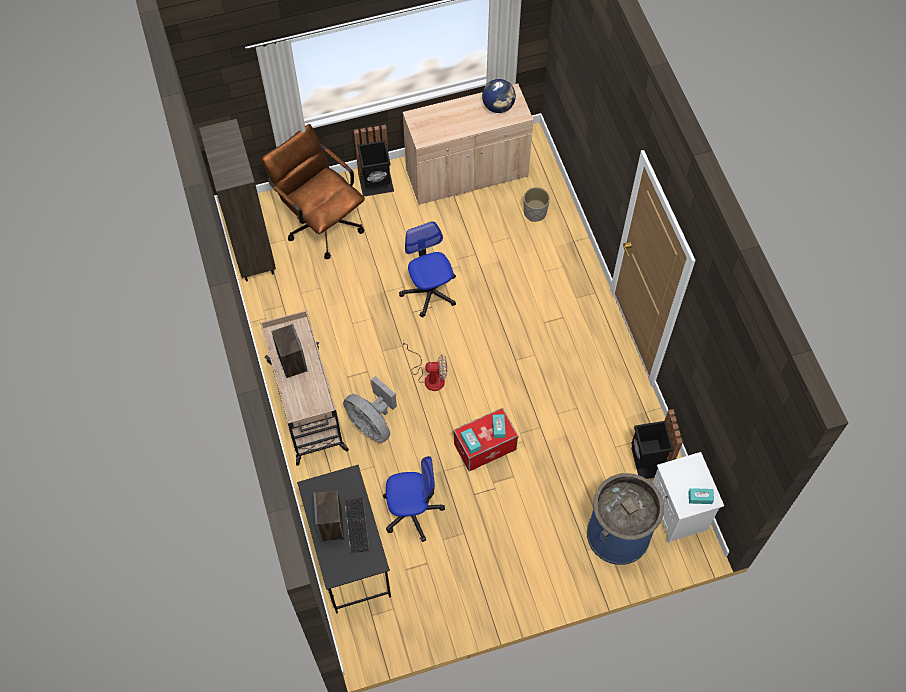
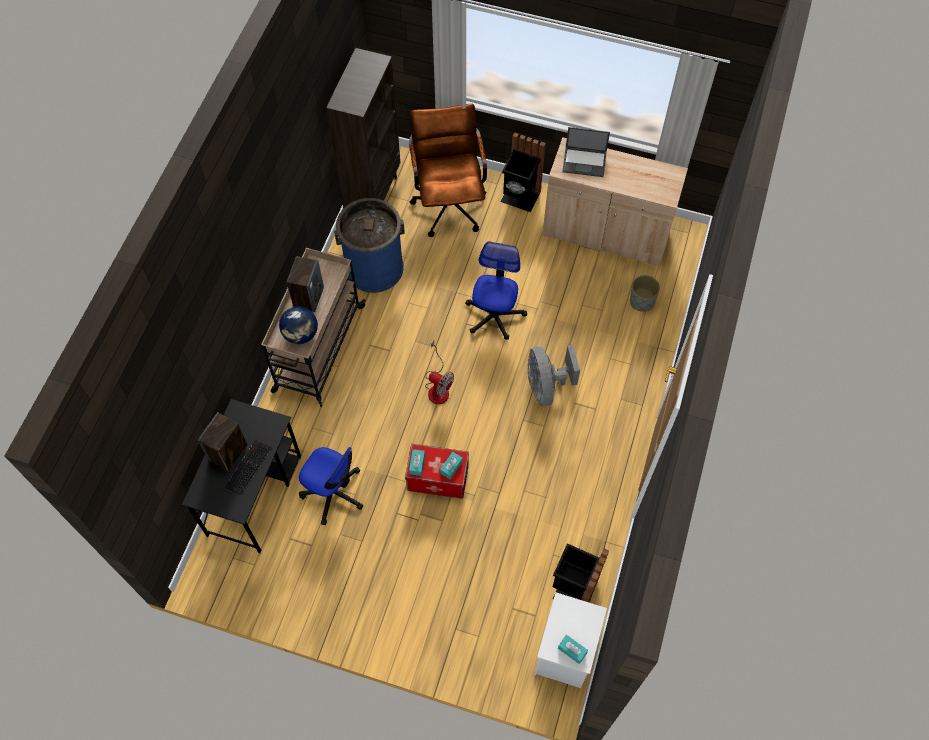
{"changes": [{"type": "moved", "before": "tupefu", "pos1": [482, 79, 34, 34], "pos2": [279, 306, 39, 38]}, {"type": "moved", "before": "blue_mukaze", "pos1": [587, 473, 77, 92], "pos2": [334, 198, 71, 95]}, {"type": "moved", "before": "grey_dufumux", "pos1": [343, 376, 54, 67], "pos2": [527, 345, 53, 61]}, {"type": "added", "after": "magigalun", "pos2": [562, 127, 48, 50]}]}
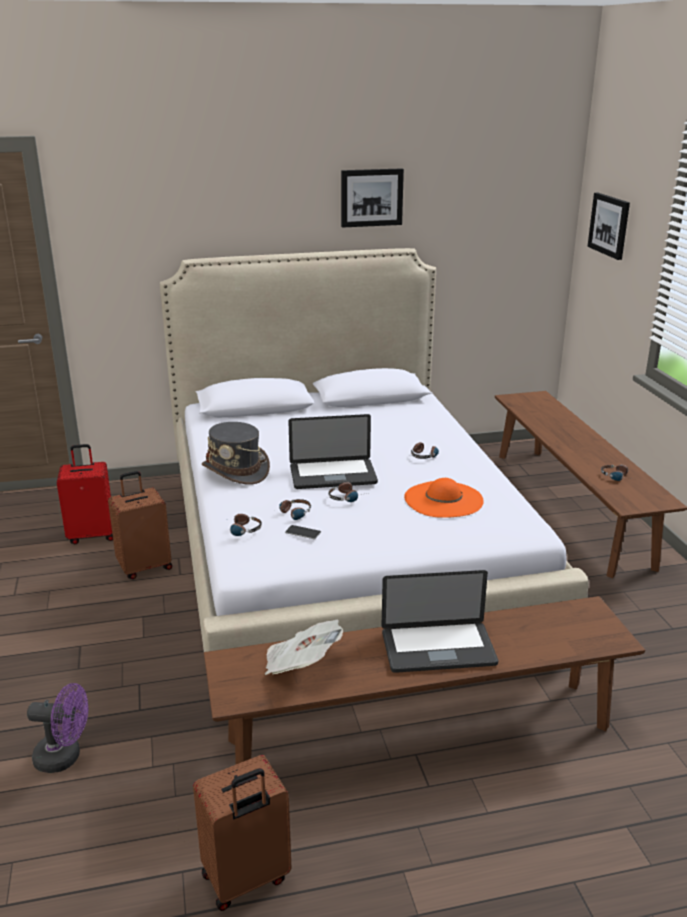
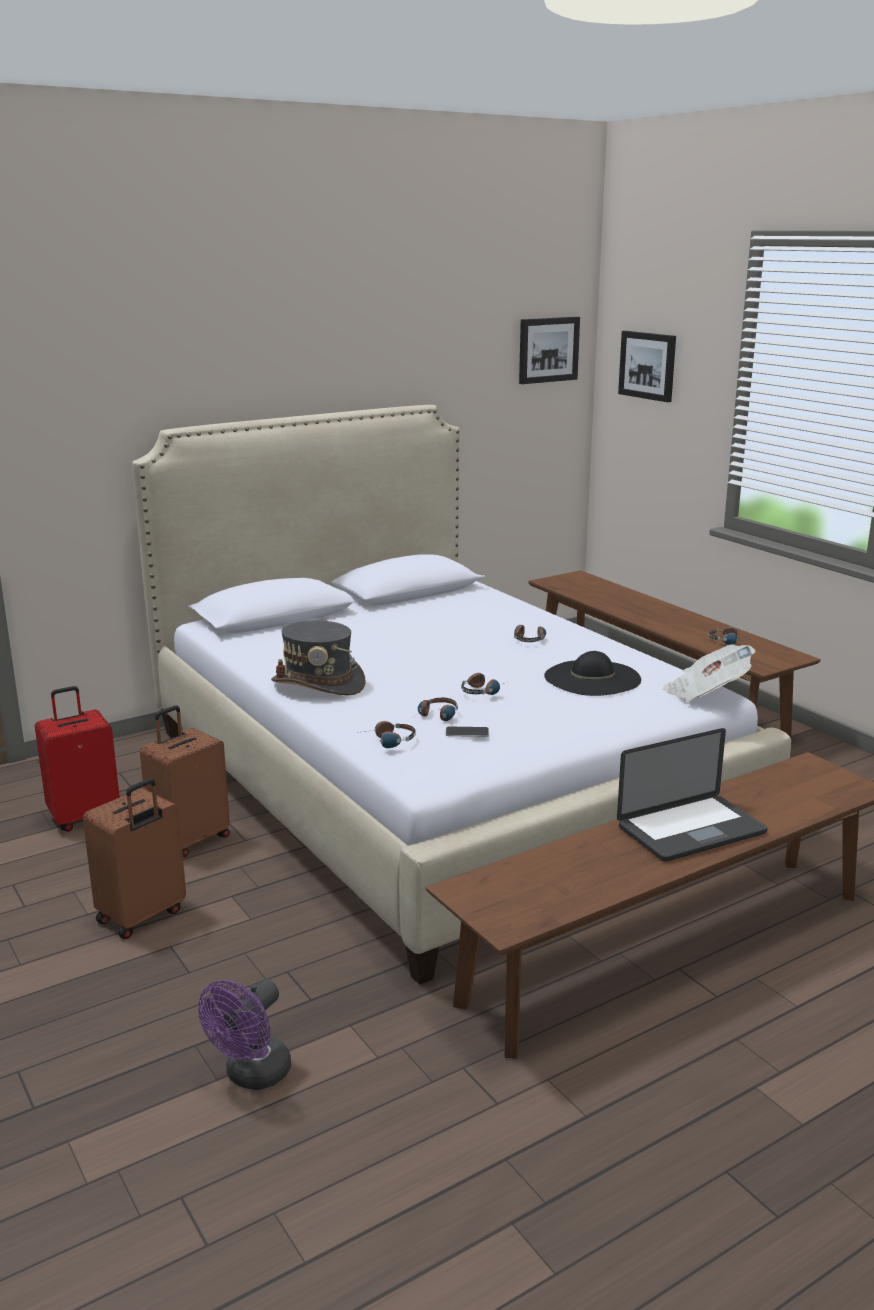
{"changes": [{"type": "moved", "before": "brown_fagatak", "pos1": [193, 755, 98, 156], "pos2": [83, 779, 103, 160]}, {"type": "turned", "before": "purple_dufumux", "pos1": [27, 683, 61, 90], "pos2": [198, 979, 93, 111], "turn": 135}, {"type": "moved", "before": "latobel", "pos1": [341, 168, 63, 60], "pos2": [519, 317, 61, 67]}, {"type": "recoloured", "before": "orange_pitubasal", "after": "black_pitubasal", "pos1": [404, 478, 80, 40], "pos2": [544, 651, 97, 45]}, {"type": "moved", "before": "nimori", "pos1": [265, 620, 78, 55], "pos2": [663, 644, 93, 57]}, {"type": "removed", "before": "magigalun", "pos1": [288, 414, 90, 75]}]}
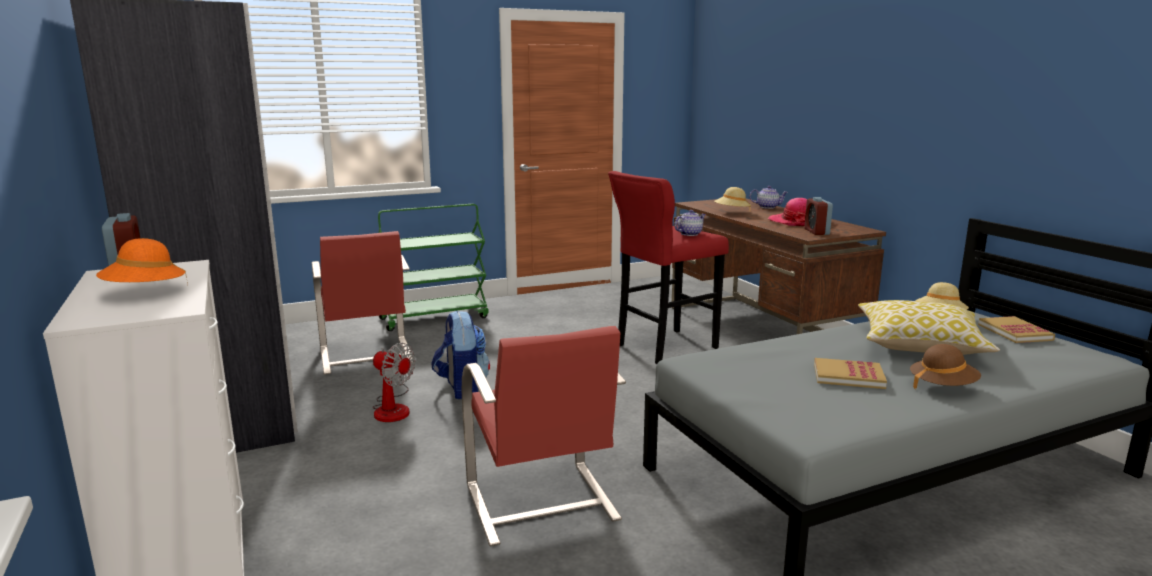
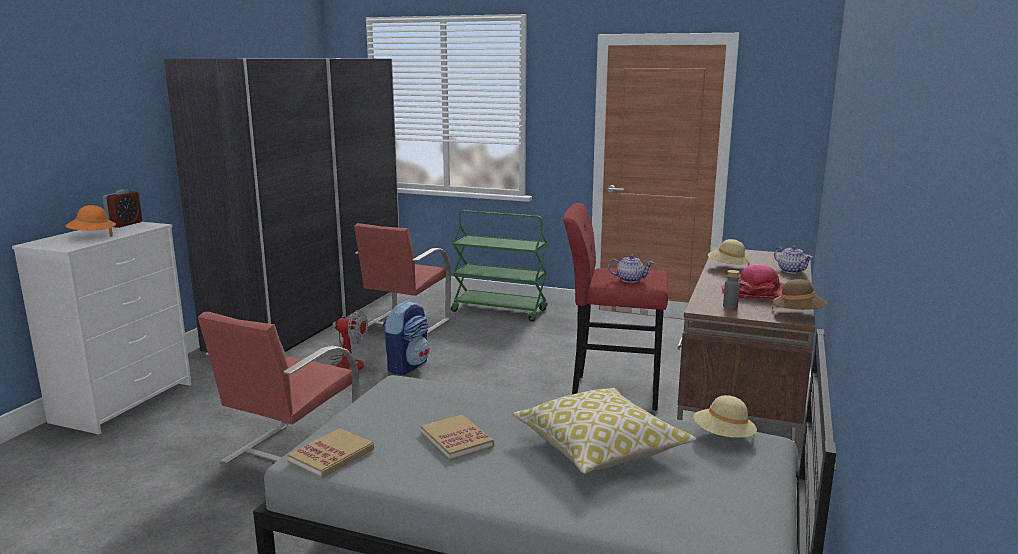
{"changes": [{"type": "moved", "before": "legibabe", "pos1": [978, 316, 77, 27], "pos2": [287, 428, 87, 50]}, {"type": "turned", "before": "dufumux", "pos1": [372, 343, 44, 79], "pos2": [330, 310, 38, 60], "turn": -60}, {"type": "replaced", "before": "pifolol", "after": "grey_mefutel", "pos1": [804, 197, 29, 38], "pos2": [723, 270, 17, 39]}, {"type": "moved", "before": "brown_pitubasal", "pos1": [910, 344, 71, 45], "pos2": [772, 279, 55, 31]}]}
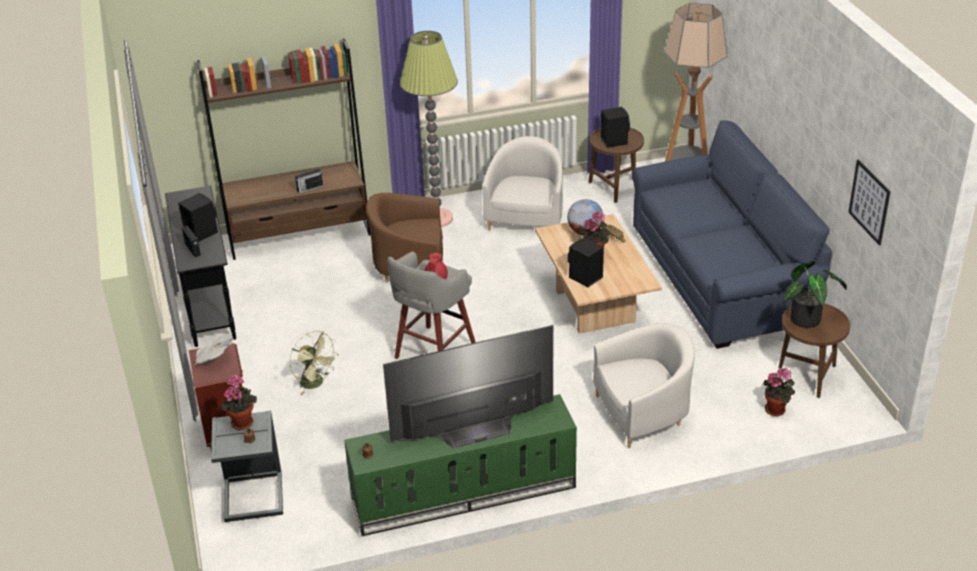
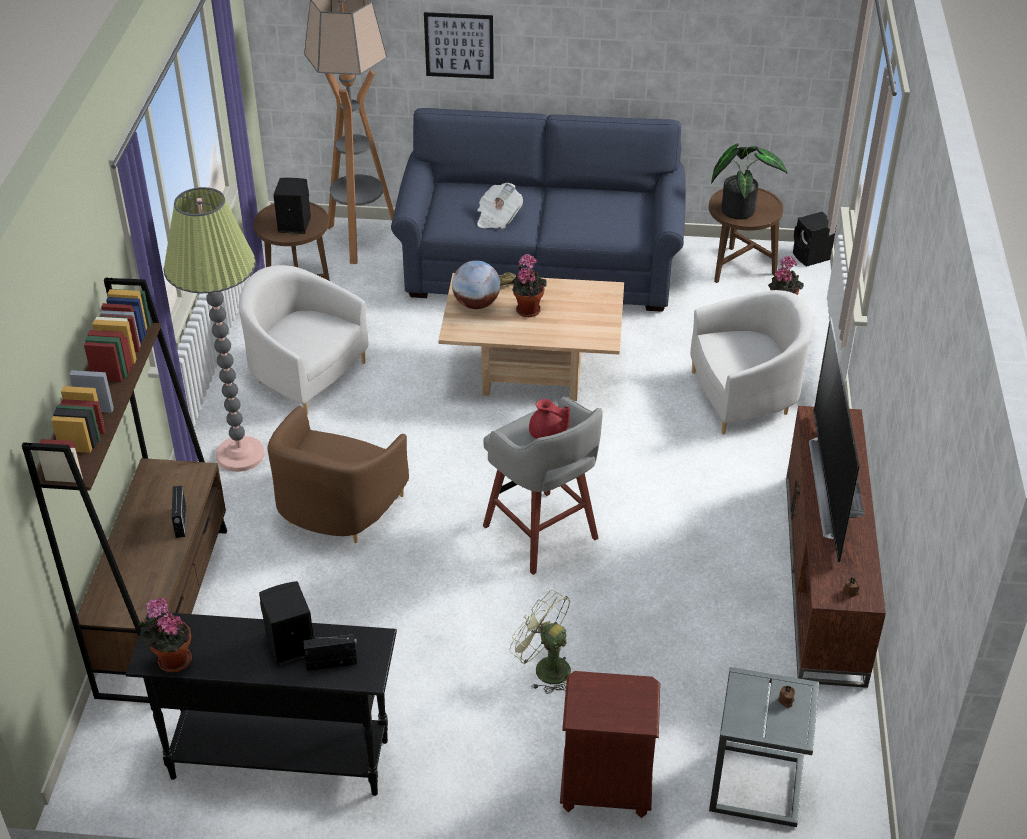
{"changes": [{"type": "moved", "before": "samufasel", "pos1": [220, 375, 37, 55], "pos2": [138, 598, 54, 75]}, {"type": "moved", "before": "latobel", "pos1": [848, 160, 43, 85], "pos2": [424, 12, 70, 67]}, {"type": "moved", "before": "nimori", "pos1": [195, 333, 38, 32], "pos2": [477, 183, 46, 46]}, {"type": "turned", "before": "green_dufumux", "pos1": [289, 331, 50, 64], "pos2": [509, 590, 62, 104], "turn": -120}, {"type": "turned", "before": "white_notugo", "pos1": [593, 323, 102, 125], "pos2": [690, 290, 123, 144], "turn": 75}, {"type": "recoloured", "before": "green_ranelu", "after": "brown_ranelu", "pos1": [344, 394, 233, 142], "pos2": [786, 406, 100, 282]}, {"type": "moved", "before": "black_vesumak", "pos1": [568, 237, 36, 50], "pos2": [793, 212, 43, 54]}]}
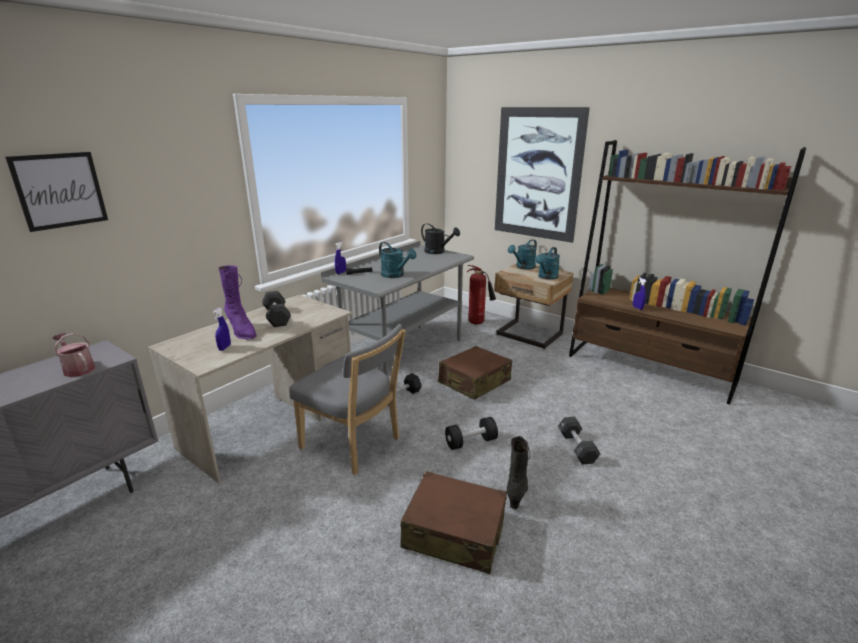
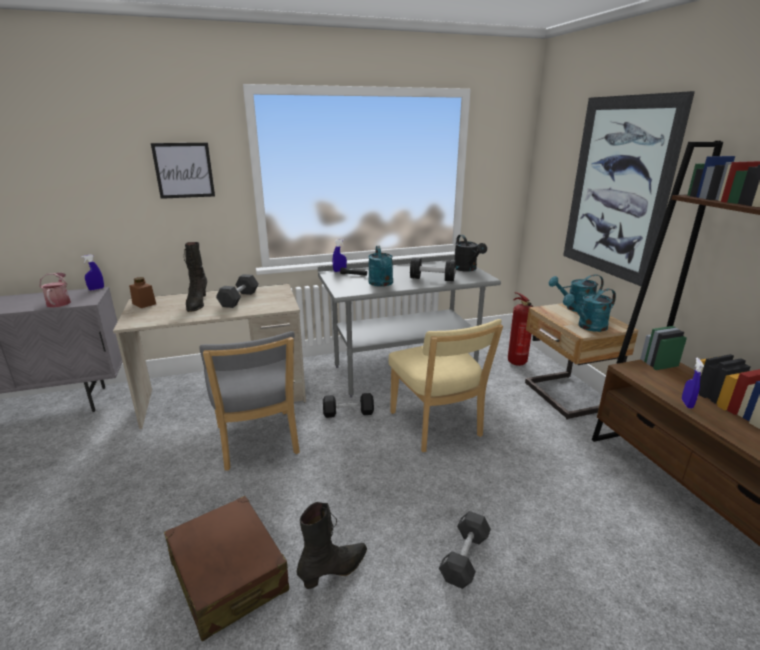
{"changes": [{"type": "moved", "before": "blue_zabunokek", "pos1": [213, 308, 18, 43], "pos2": [81, 255, 23, 35]}, {"type": "added", "after": "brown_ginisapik", "pos2": [129, 277, 27, 31]}, {"type": "moved", "before": "latobel", "pos1": [5, 152, 103, 80], "pos2": [151, 143, 64, 56]}, {"type": "recoloured", "before": "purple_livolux", "after": "black_livolux", "pos1": [218, 265, 39, 74], "pos2": [184, 242, 23, 70]}, {"type": "replaced", "before": "brown_fagatak", "after": "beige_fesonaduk", "pos1": [438, 346, 74, 54], "pos2": [389, 319, 114, 133]}, {"type": "moved", "before": "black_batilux", "pos1": [445, 417, 53, 33], "pos2": [410, 258, 46, 23]}]}
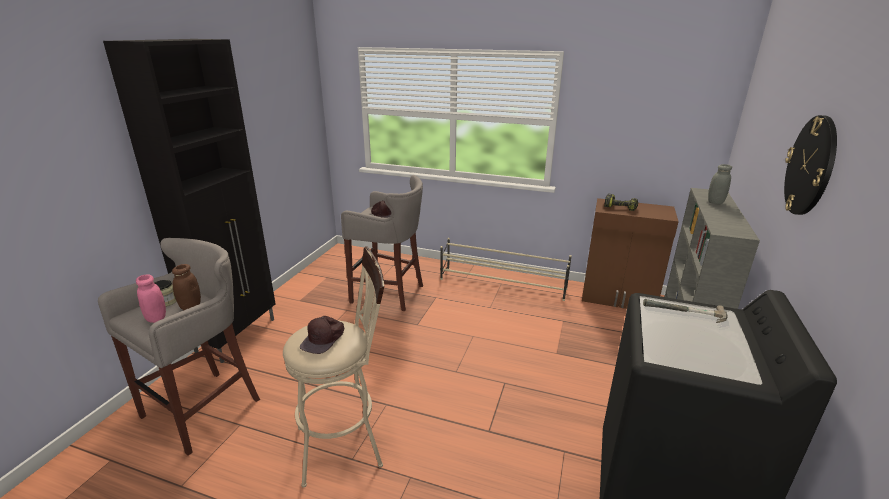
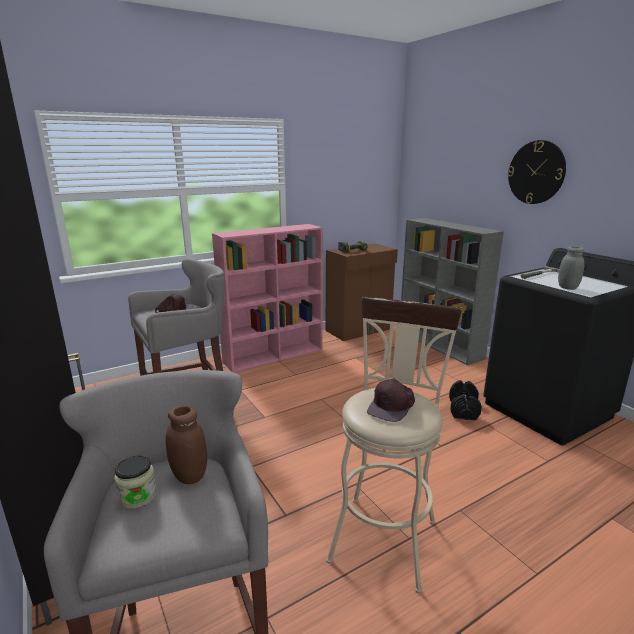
{"changes": [{"type": "replaced", "before": "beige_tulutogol", "after": "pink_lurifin", "pos1": [440, 238, 132, 63], "pos2": [212, 224, 111, 149]}, {"type": "turned", "before": "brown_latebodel", "pos1": [300, 316, 44, 38], "pos2": [367, 378, 48, 44], "turn": 60}, {"type": "added", "after": "black_batilux", "pos2": [449, 380, 33, 40]}, {"type": "moved", "before": "grey_ginisapik", "pos1": [708, 164, 24, 40], "pos2": [558, 246, 27, 44]}, {"type": "removed", "before": "pink_ginisapik", "pos1": [136, 274, 30, 49]}]}
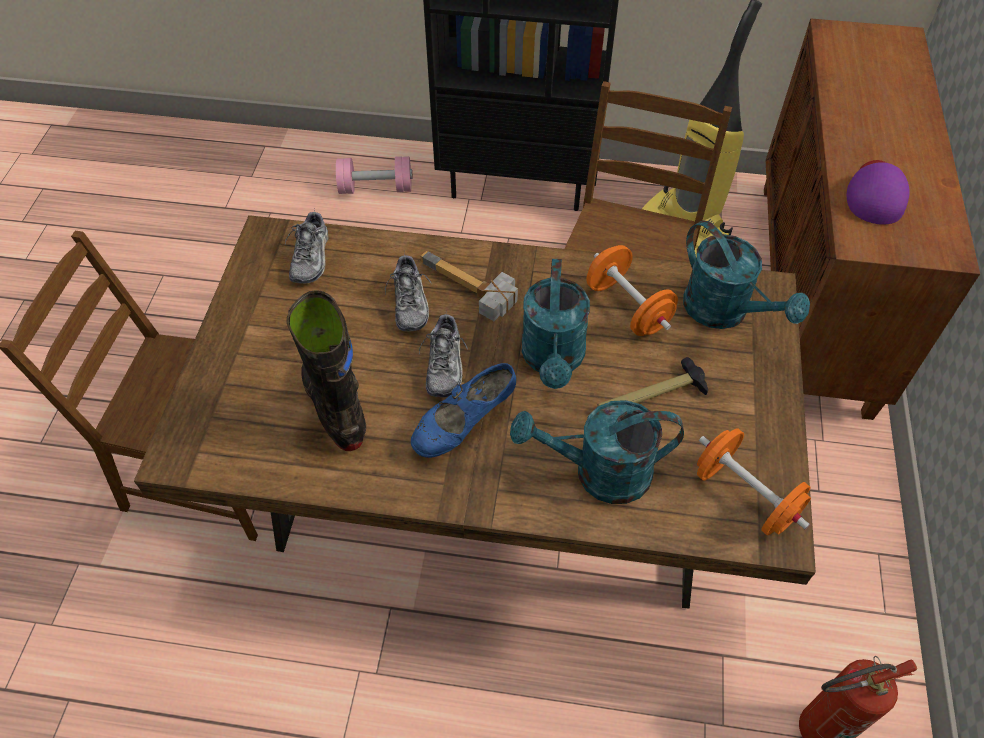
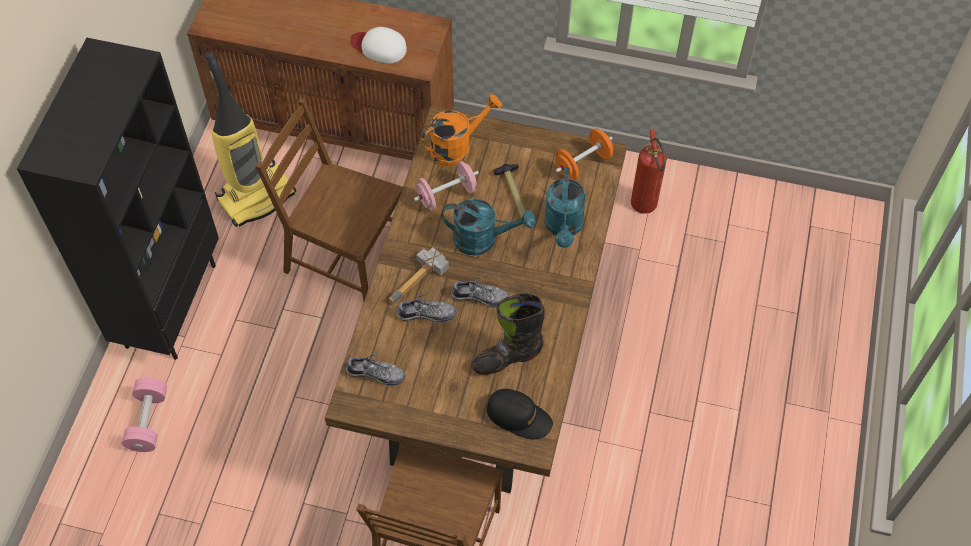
{"changes": [{"type": "recoloured", "before": "purple_latebodel", "after": "white_latebodel", "pos1": [847, 160, 63, 65], "pos2": [351, 27, 56, 36]}, {"type": "recoloured", "before": "orange_batilux", "after": "pink_batilux", "pos1": [586, 245, 92, 91], "pos2": [414, 161, 65, 50]}, {"type": "recoloured", "before": "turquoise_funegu", "after": "orange_funegu", "pos1": [683, 221, 127, 108], "pos2": [421, 94, 81, 73]}, {"type": "added", "after": "black_latebodel", "pos2": [487, 389, 66, 50]}, {"type": "removed", "before": "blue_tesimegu", "pos1": [411, 363, 105, 95]}]}
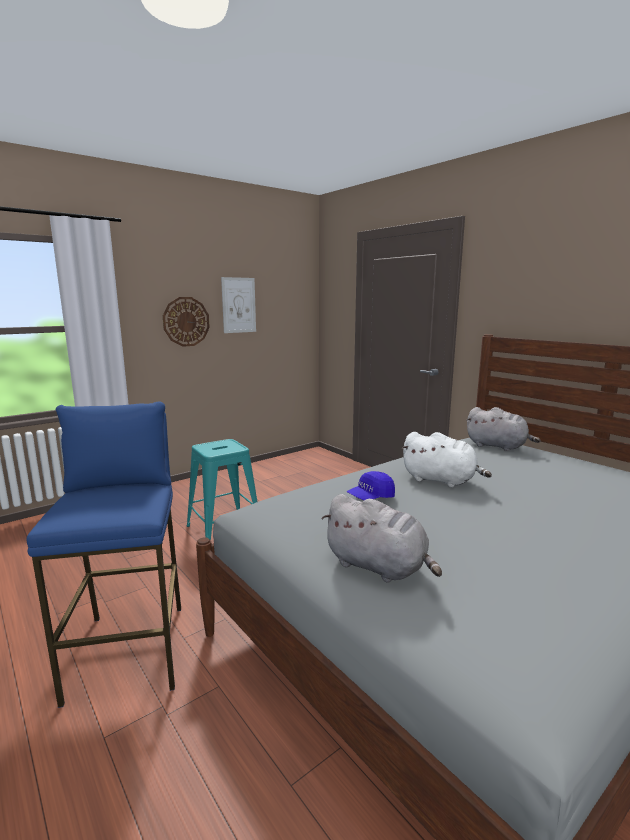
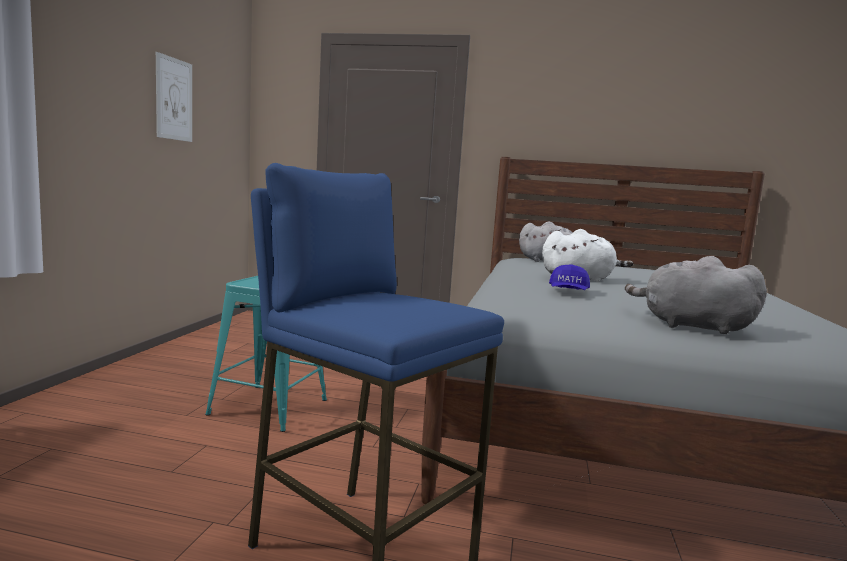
{"changes": [{"type": "turned", "before": "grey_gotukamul", "pos1": [321, 494, 121, 88], "pos2": [625, 256, 142, 78], "turn": -150}, {"type": "removed", "before": "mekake", "pos1": [163, 297, 47, 50]}]}
